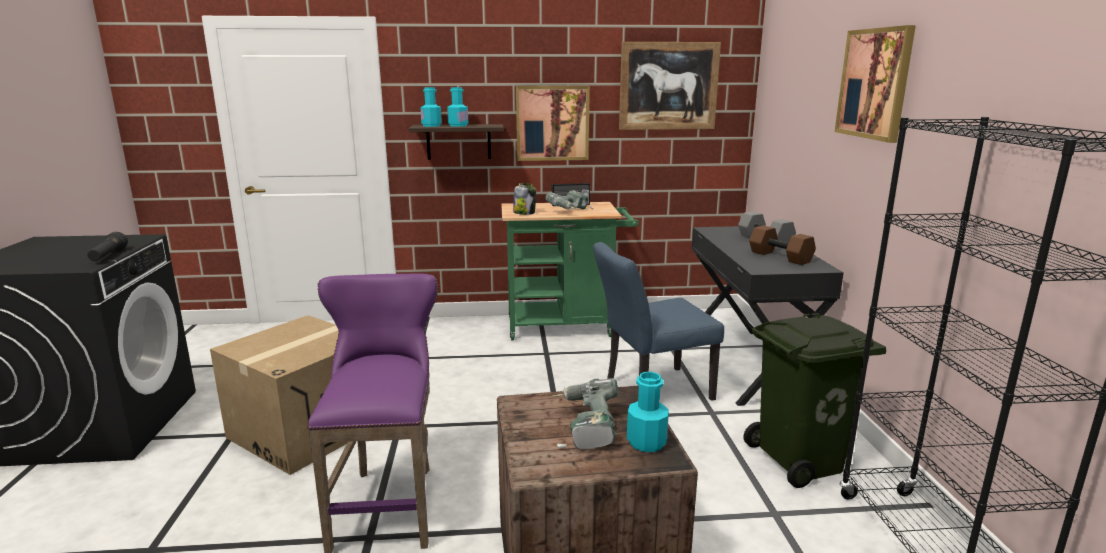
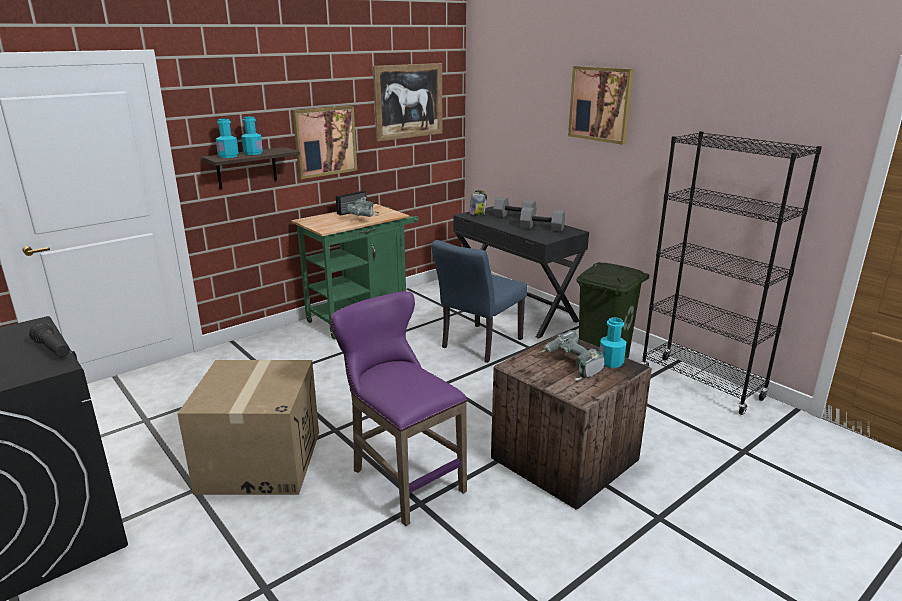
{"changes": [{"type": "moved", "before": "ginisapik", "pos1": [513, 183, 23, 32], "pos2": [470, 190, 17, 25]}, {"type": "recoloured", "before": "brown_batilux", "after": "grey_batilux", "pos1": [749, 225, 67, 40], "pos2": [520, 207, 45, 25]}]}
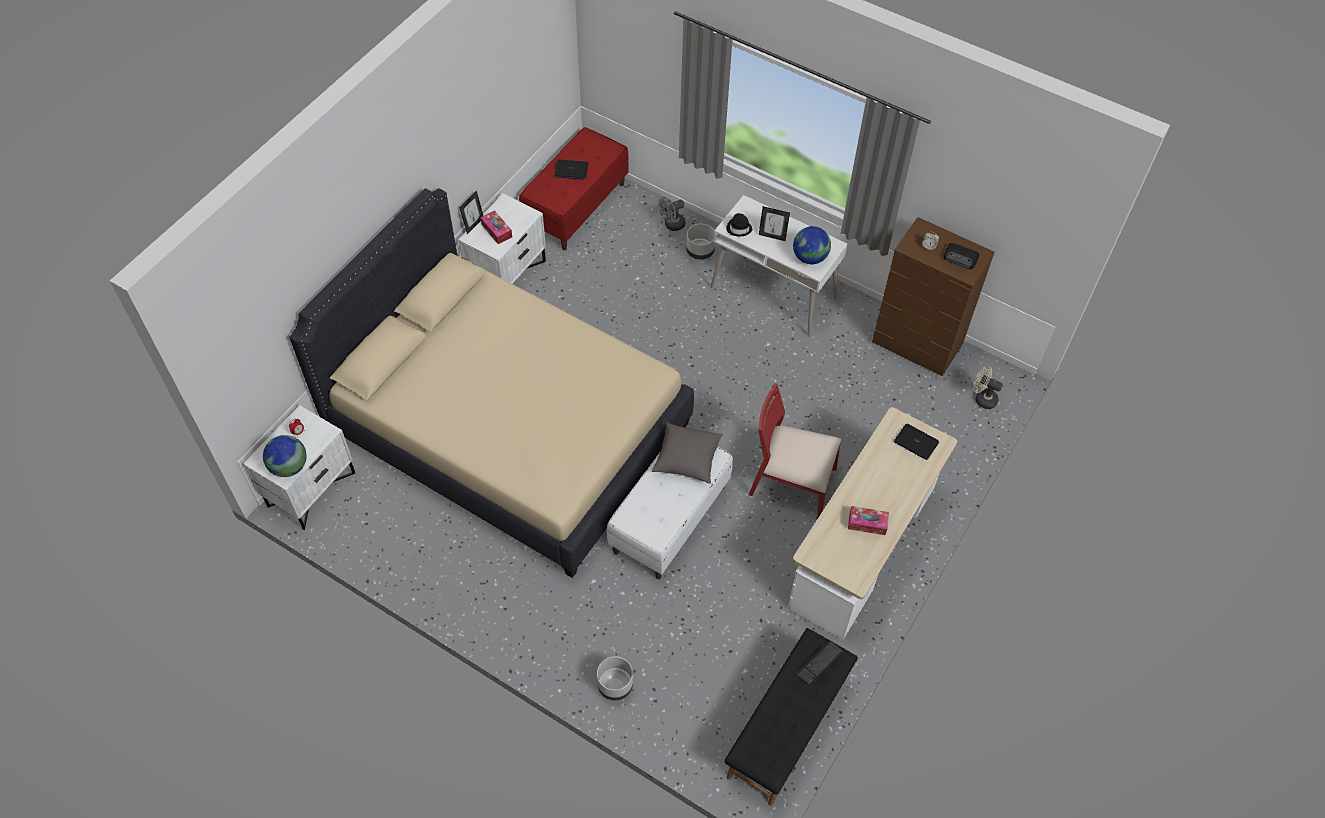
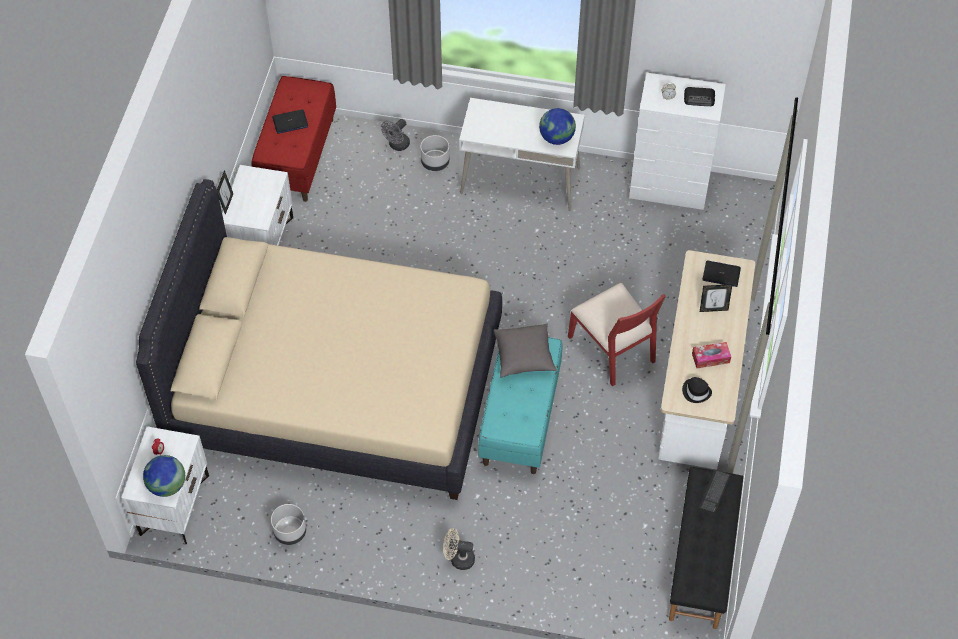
{"changes": [{"type": "moved", "before": "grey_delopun", "pos1": [597, 656, 36, 45], "pos2": [271, 504, 35, 41]}, {"type": "moved", "before": "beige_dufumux", "pos1": [973, 366, 30, 43], "pos2": [443, 528, 32, 42]}, {"type": "recoloured", "before": "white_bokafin", "after": "turquoise_bokafin", "pos1": [607, 446, 126, 133], "pos2": [478, 337, 85, 137]}, {"type": "turned", "before": "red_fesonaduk", "pos1": [749, 384, 92, 135], "pos2": [568, 283, 98, 103], "turn": -120}, {"type": "recoloured", "before": "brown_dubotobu", "after": "white_dubotobu", "pos1": [872, 217, 123, 159], "pos2": [629, 73, 97, 137]}, {"type": "moved", "before": "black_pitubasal", "pos1": [726, 213, 26, 23], "pos2": [682, 377, 30, 26]}, {"type": "moved", "before": "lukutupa", "pos1": [759, 206, 31, 35], "pos2": [700, 284, 33, 28]}, {"type": "removed", "before": "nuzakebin", "pos1": [480, 211, 32, 33]}]}
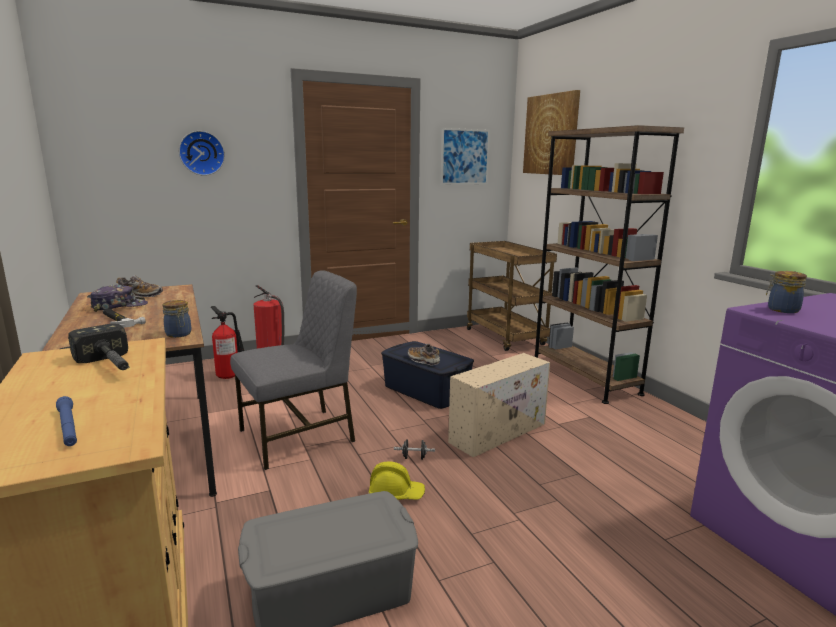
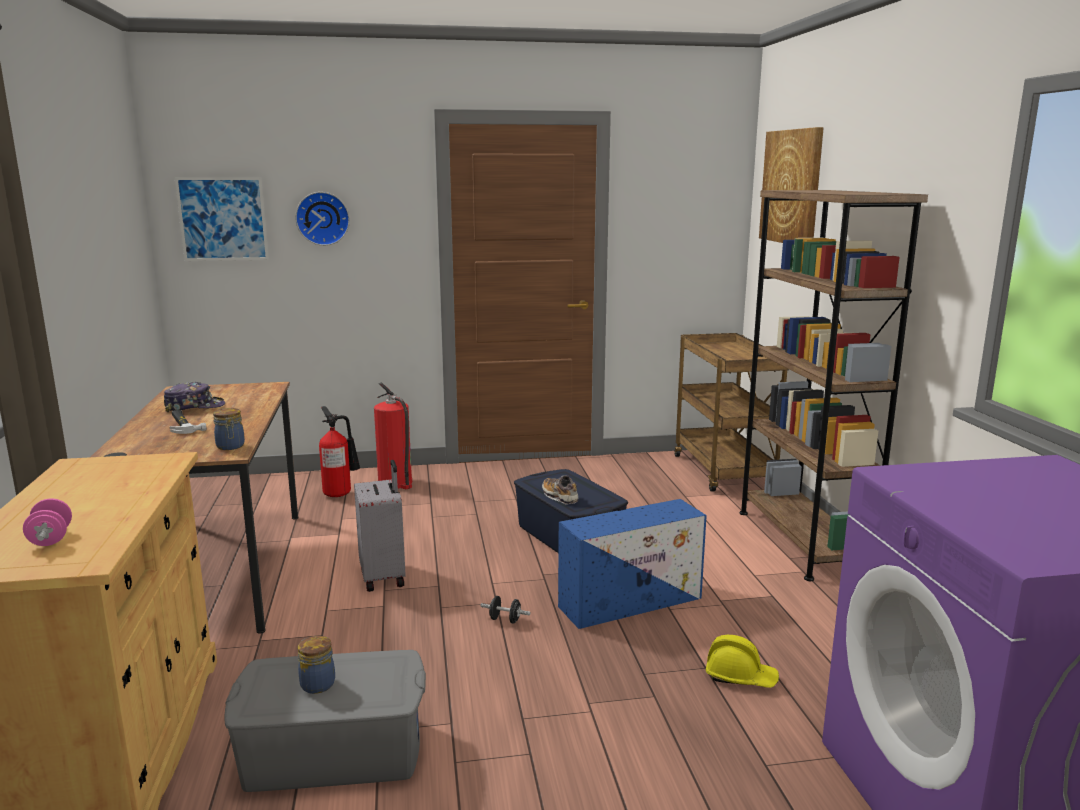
{"changes": [{"type": "replaced", "before": "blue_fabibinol", "after": "pink_batilux", "pos1": [56, 396, 21, 50], "pos2": [23, 498, 49, 48]}, {"type": "moved", "before": "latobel", "pos1": [441, 128, 49, 57], "pos2": [175, 177, 94, 84]}, {"type": "moved", "before": "ginisapik", "pos1": [766, 271, 41, 42], "pos2": [298, 636, 37, 58]}, {"type": "replaced", "before": "grey_fesonaduk", "after": "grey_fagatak", "pos1": [230, 271, 127, 199], "pos2": [354, 460, 52, 132]}, {"type": "recoloured", "before": "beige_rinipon", "after": "blue_rinipon", "pos1": [448, 353, 102, 104], "pos2": [558, 499, 149, 130]}, {"type": "moved", "before": "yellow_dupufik", "pos1": [369, 461, 56, 39], "pos2": [705, 635, 74, 53]}, {"type": "removed", "before": "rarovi", "pos1": [68, 324, 61, 46]}, {"type": "removed", "before": "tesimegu", "pos1": [116, 275, 47, 22]}]}
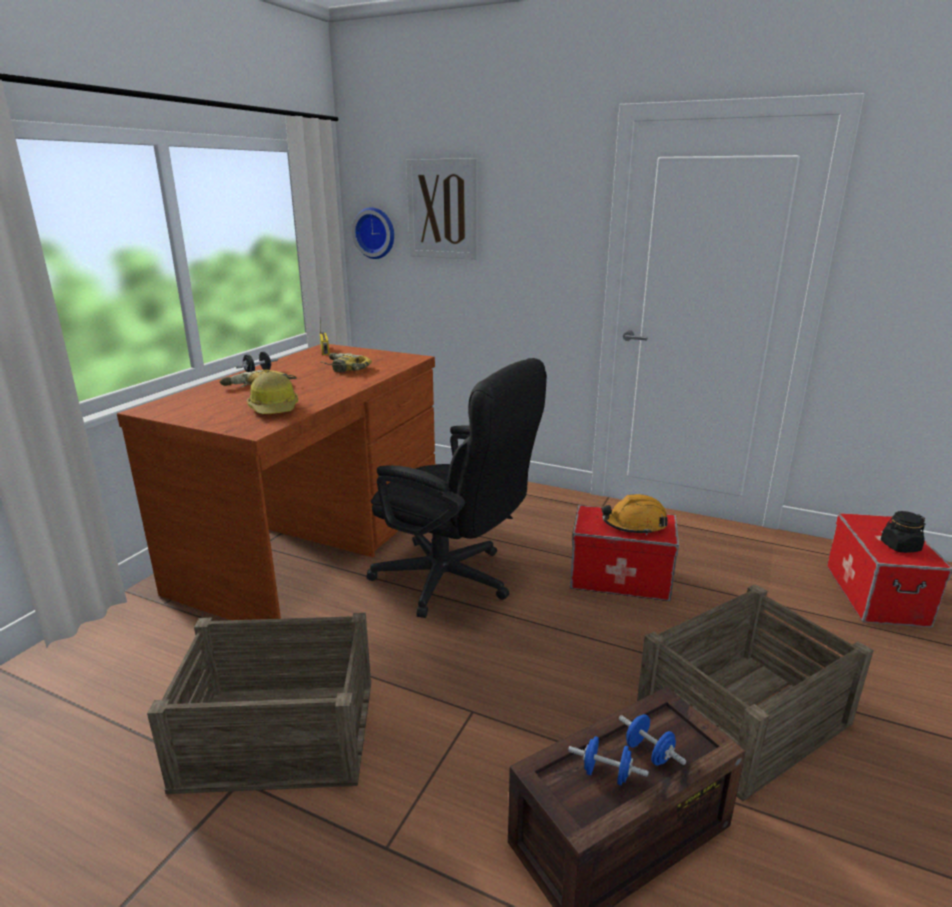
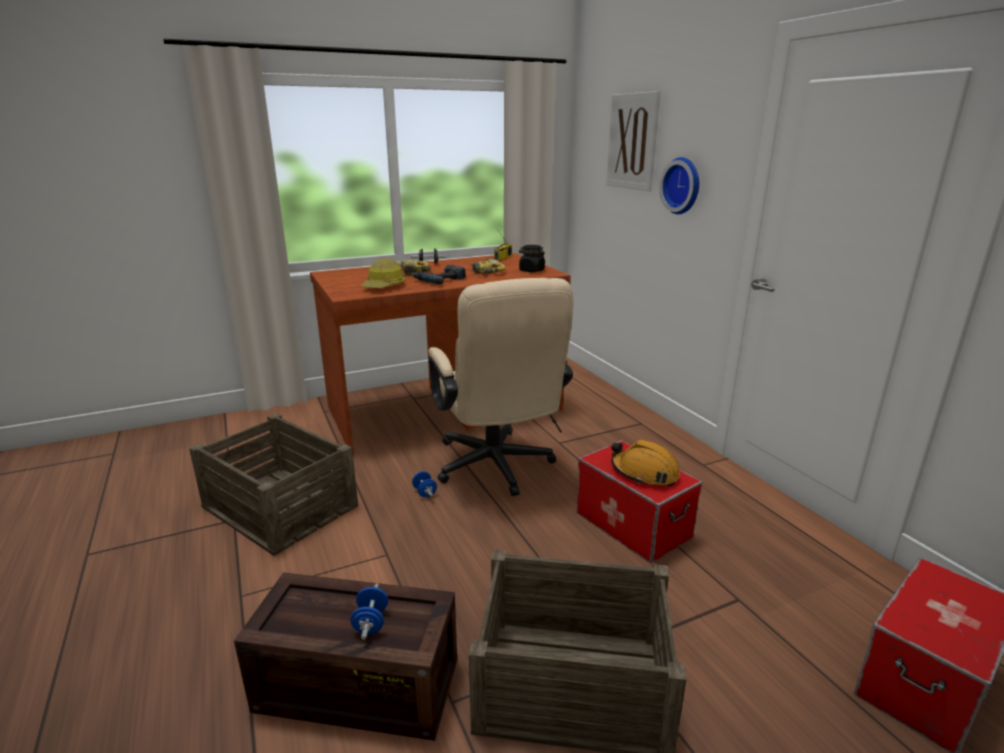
{"changes": [{"type": "added", "after": "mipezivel", "pos2": [412, 265, 53, 19]}, {"type": "moved", "before": "blue_batilux", "pos1": [568, 736, 81, 49], "pos2": [412, 471, 25, 27]}, {"type": "recoloured", "before": "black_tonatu", "after": "beige_tonatu", "pos1": [367, 358, 180, 260], "pos2": [428, 278, 145, 218]}, {"type": "moved", "before": "black_ginisapik", "pos1": [881, 511, 44, 42], "pos2": [519, 245, 26, 27]}, {"type": "moved", "before": "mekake", "pos1": [352, 207, 42, 52], "pos2": [659, 157, 40, 57]}]}
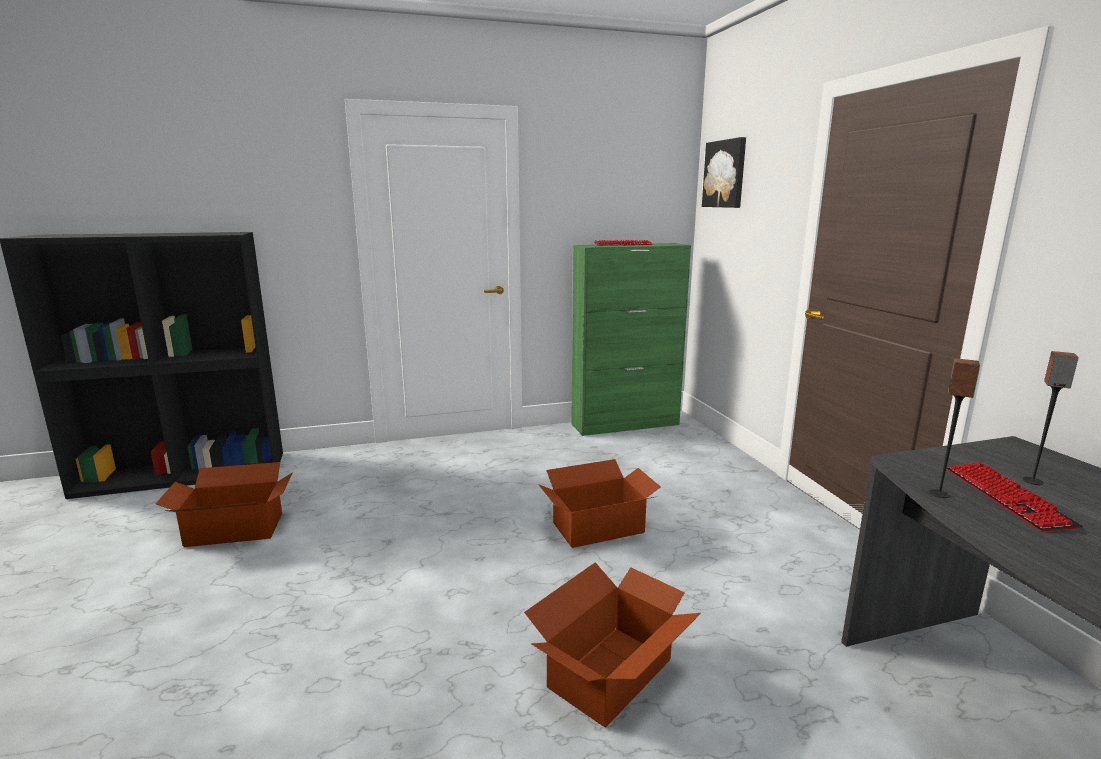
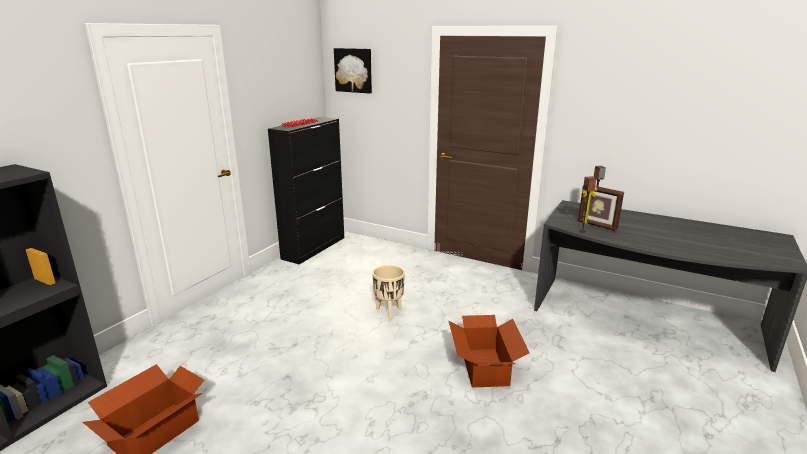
{"changes": [{"type": "recoloured", "before": "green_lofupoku", "after": "black_lofupoku", "pos1": [571, 243, 120, 193], "pos2": [268, 117, 76, 147]}, {"type": "replaced", "before": "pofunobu", "after": "beige_delopun", "pos1": [538, 459, 123, 89], "pos2": [372, 265, 33, 54]}, {"type": "replaced", "before": "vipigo", "after": "lukutupa", "pos1": [947, 462, 136, 70], "pos2": [578, 185, 46, 46]}]}
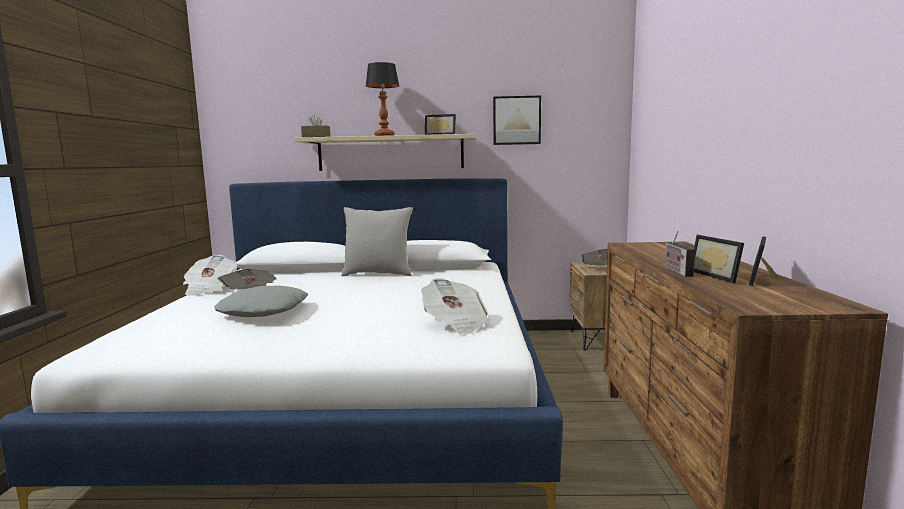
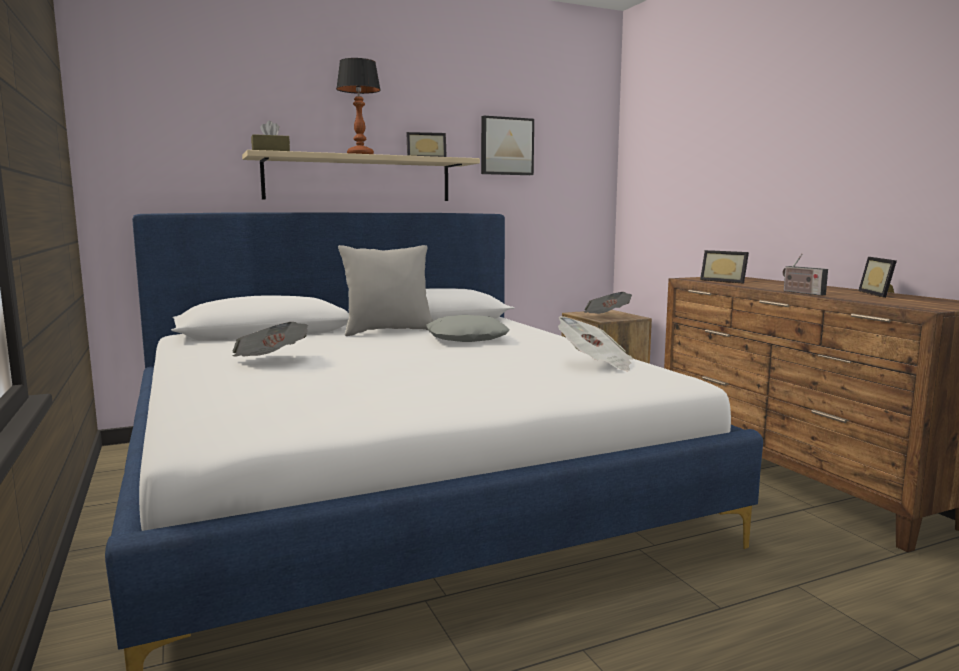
{"changes": [{"type": "moved", "before": "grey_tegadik", "pos1": [214, 286, 94, 31], "pos2": [426, 315, 83, 27]}, {"type": "moved", "before": "lukutupa", "pos1": [694, 235, 50, 48], "pos2": [700, 250, 49, 34]}, {"type": "removed", "before": "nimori", "pos1": [183, 255, 54, 41]}]}
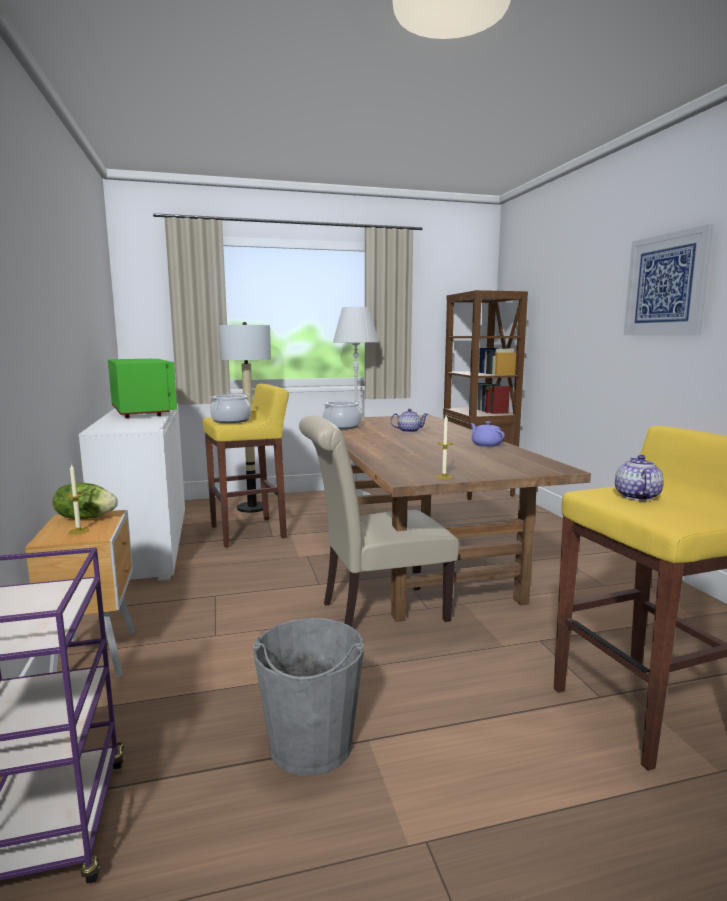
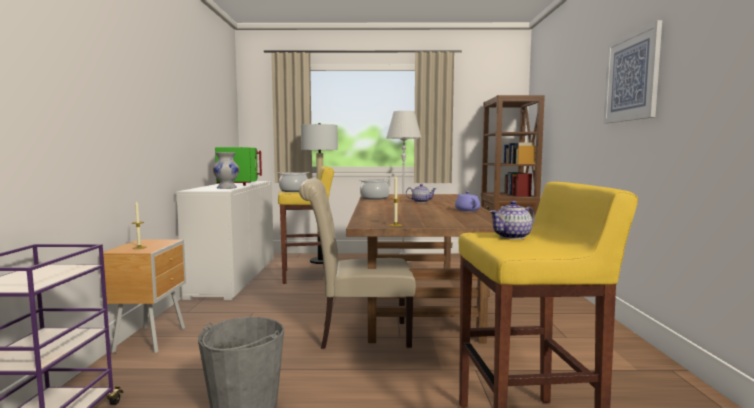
{"changes": [{"type": "added", "after": "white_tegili", "pos2": [213, 152, 26, 37]}, {"type": "turned", "before": "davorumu", "pos1": [615, 455, 49, 46], "pos2": [489, 201, 46, 38], "turn": -150}, {"type": "removed", "before": "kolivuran", "pos1": [52, 483, 66, 36]}]}
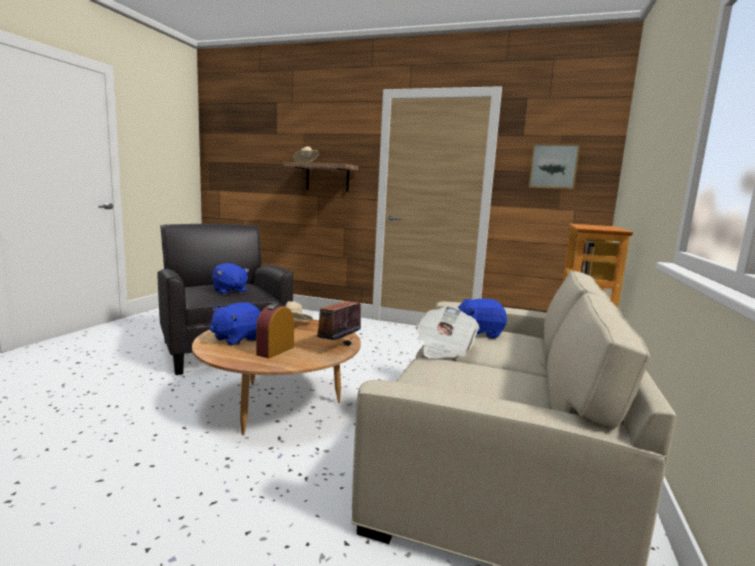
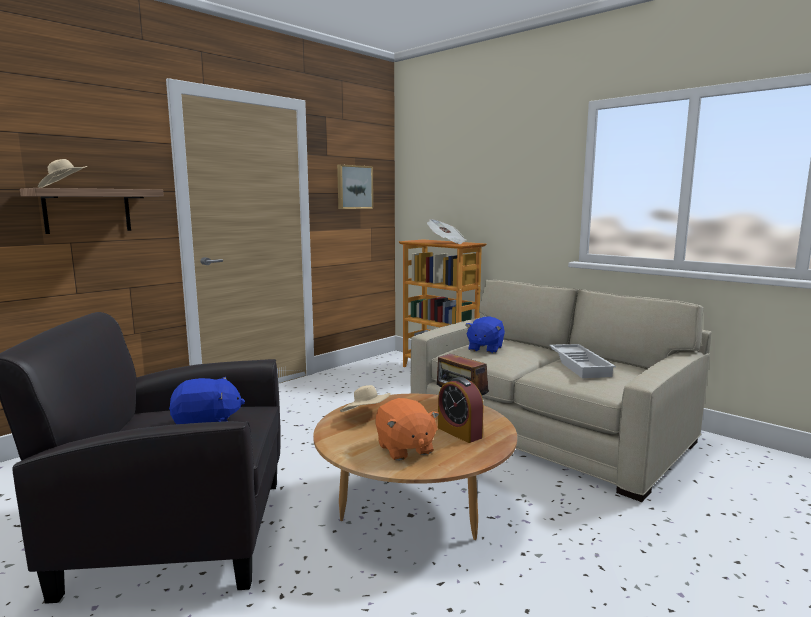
{"changes": [{"type": "recoloured", "before": "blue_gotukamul", "after": "orange_gotukamul", "pos1": [210, 302, 51, 44], "pos2": [375, 398, 64, 63]}, {"type": "moved", "before": "nimori", "pos1": [416, 306, 63, 53], "pos2": [427, 219, 40, 25]}, {"type": "added", "after": "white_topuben", "pos2": [549, 344, 67, 34]}]}
